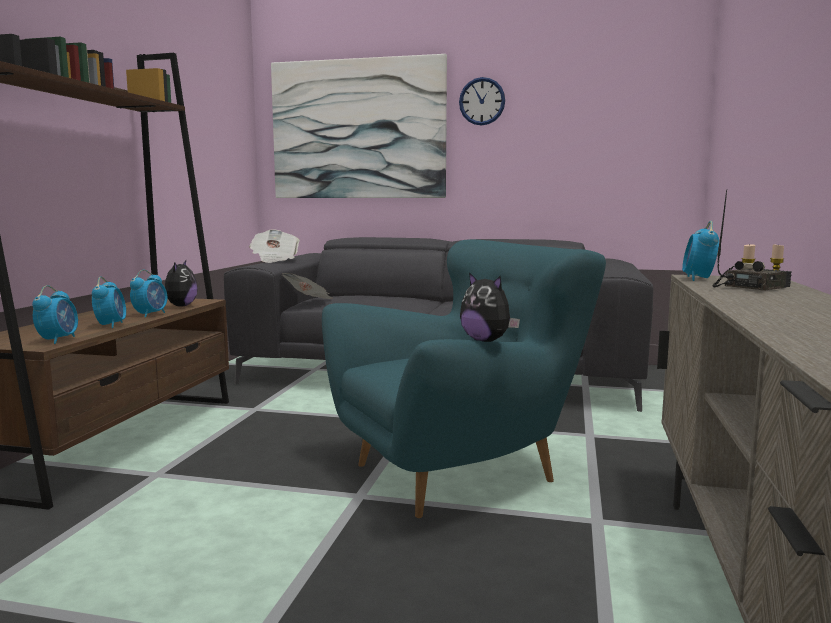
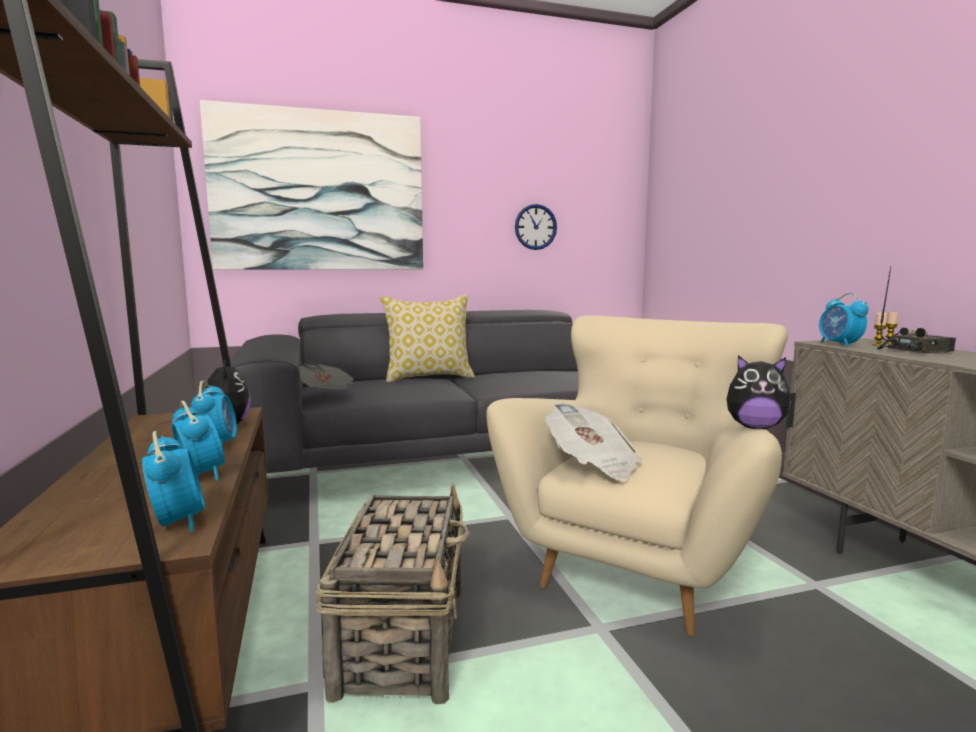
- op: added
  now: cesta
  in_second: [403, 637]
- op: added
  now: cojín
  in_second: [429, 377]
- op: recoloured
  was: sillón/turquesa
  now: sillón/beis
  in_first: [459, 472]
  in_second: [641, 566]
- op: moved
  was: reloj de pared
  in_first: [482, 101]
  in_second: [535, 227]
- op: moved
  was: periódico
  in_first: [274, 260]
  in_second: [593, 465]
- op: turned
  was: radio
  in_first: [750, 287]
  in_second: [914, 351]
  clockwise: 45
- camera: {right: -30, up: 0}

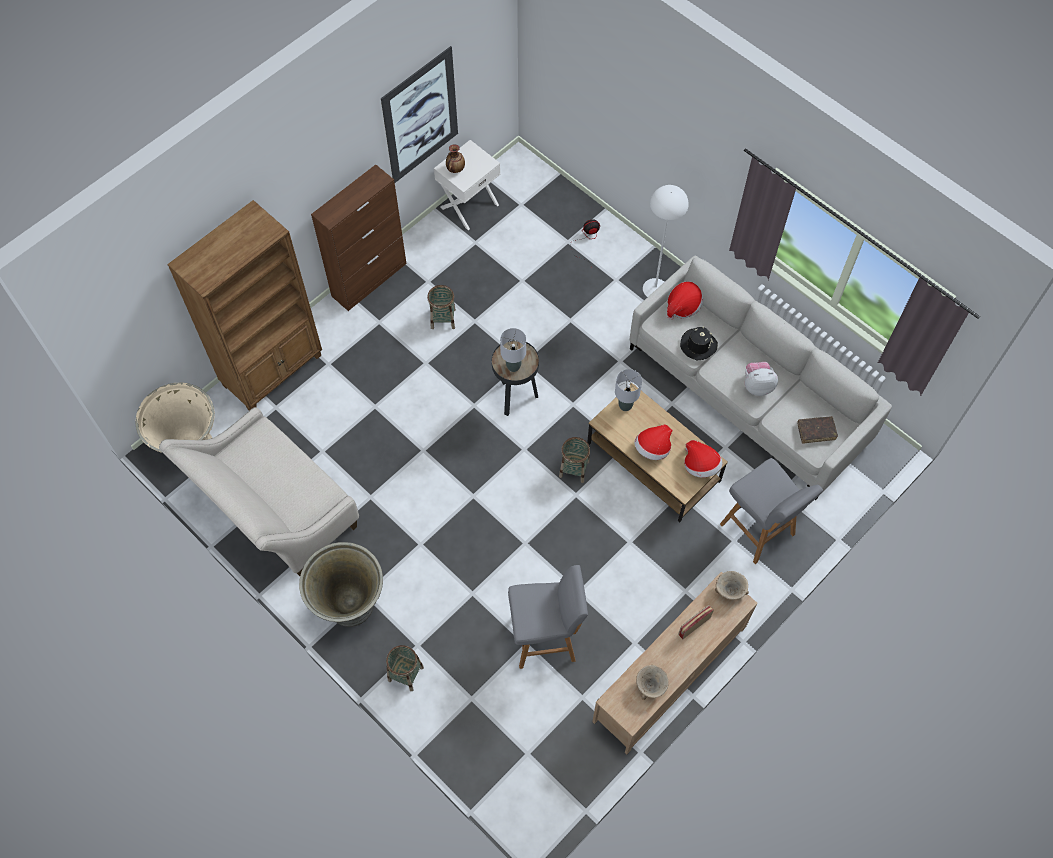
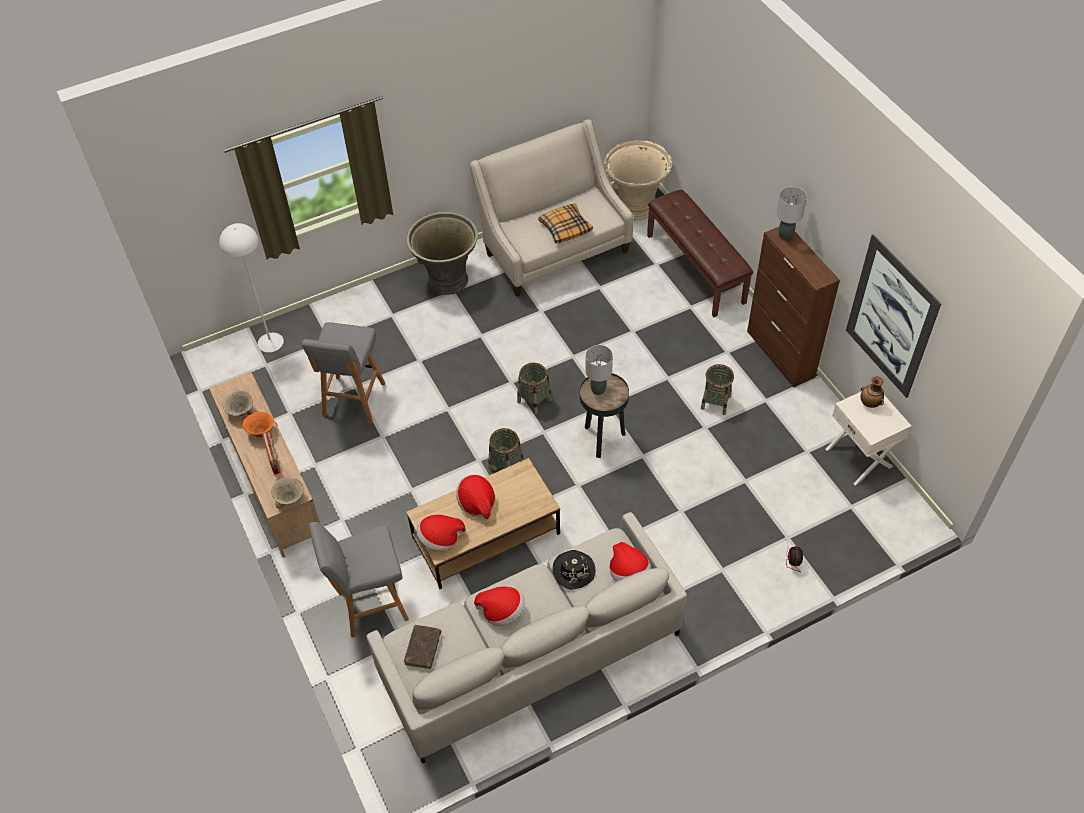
- op: moved
  was: lámpara de pie/blanco
  in_first: [655, 288]
  in_second: [270, 342]
- op: added
  now: cuenco/naranja
  in_second: [261, 432]
- op: replaced
  was: peluche
  now: sombrero
  in_first: [757, 385]
  in_second: [502, 611]
- op: moved
  was: cesta
  in_first: [405, 674]
  in_second: [534, 400]
- op: added
  now: cojín
  in_second: [565, 228]
- op: replaced
  was: estantería/marrón
  now: banco/marrón
  in_first: [273, 370]
  in_second: [696, 268]
- op: moved
  was: lámpara de mesa/gris
  in_first: [625, 405]
  in_second: [785, 235]
- camera: {right: 110, up: -10}

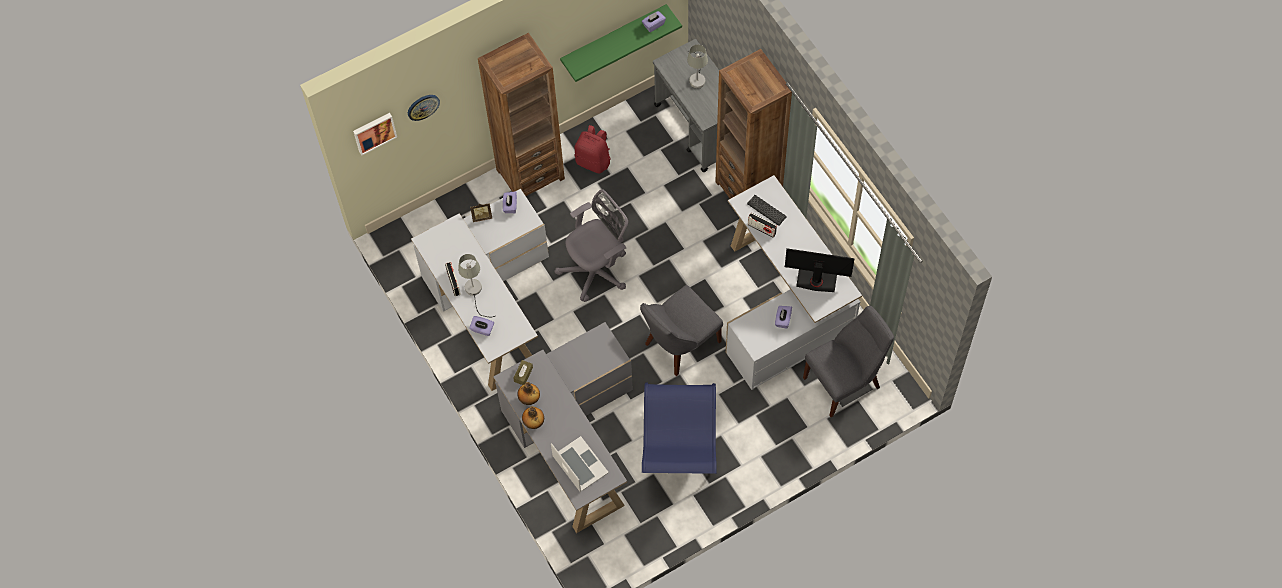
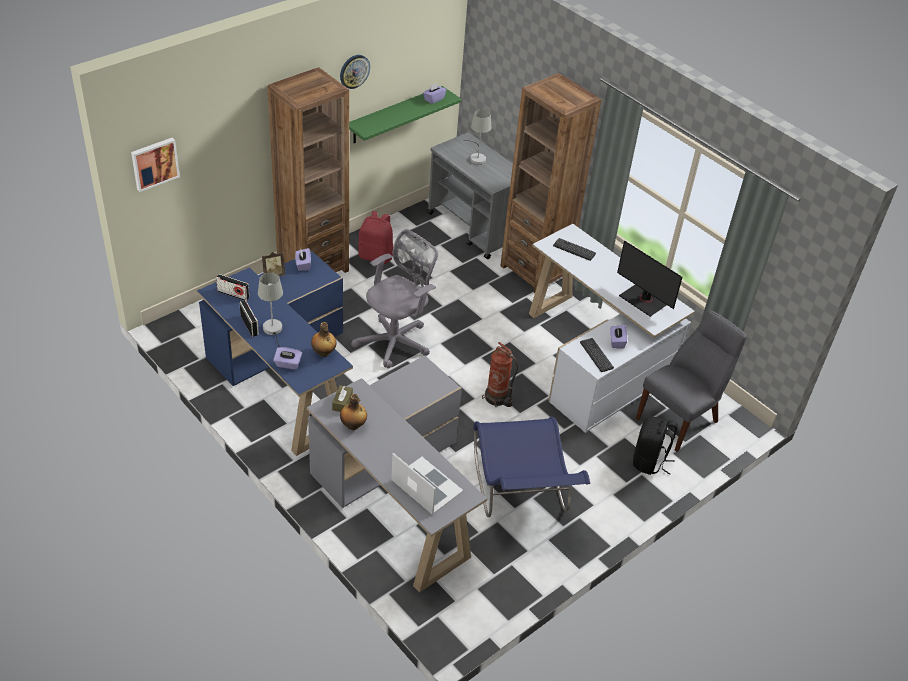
- op: recoloured
  was: escritorio/blanco
  now: escritorio/azul
  in_first: [489, 303]
  in_second: [283, 376]
- op: moved
  was: radio
  in_first: [761, 229]
  in_second: [233, 294]
- op: moved
  was: botella
  in_first: [533, 423]
  in_second: [323, 353]
- op: moved
  was: reloj de pared
  in_first: [423, 106]
  in_second: [354, 71]
- op: replaced
  was: silla/gris
  now: extintor
  in_first: [679, 344]
  in_second: [497, 398]
- op: added
  now: teclado
  in_second: [596, 355]
- op: turned
  was: monitor
  in_first: [816, 279]
  in_second: [643, 300]
  clockwise: -135
- op: added
  now: mochila/negro
  in_second: [649, 461]
- camera: {right: -15, up: -20}

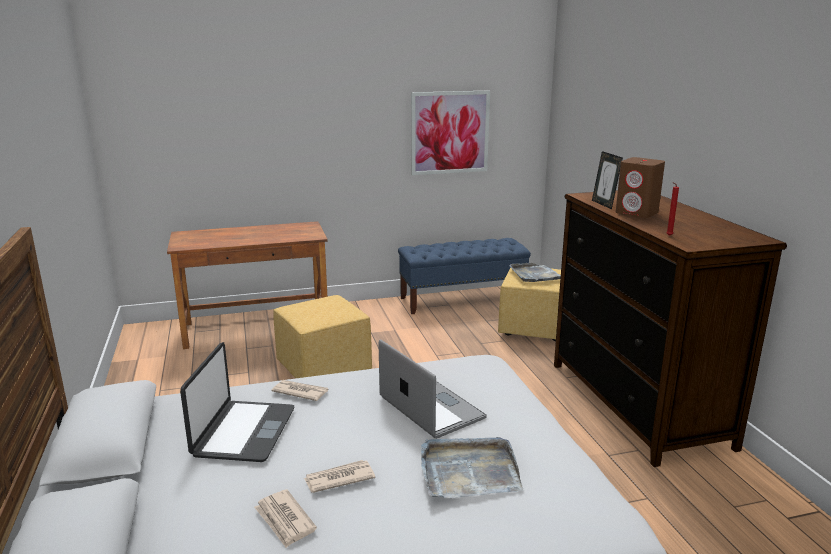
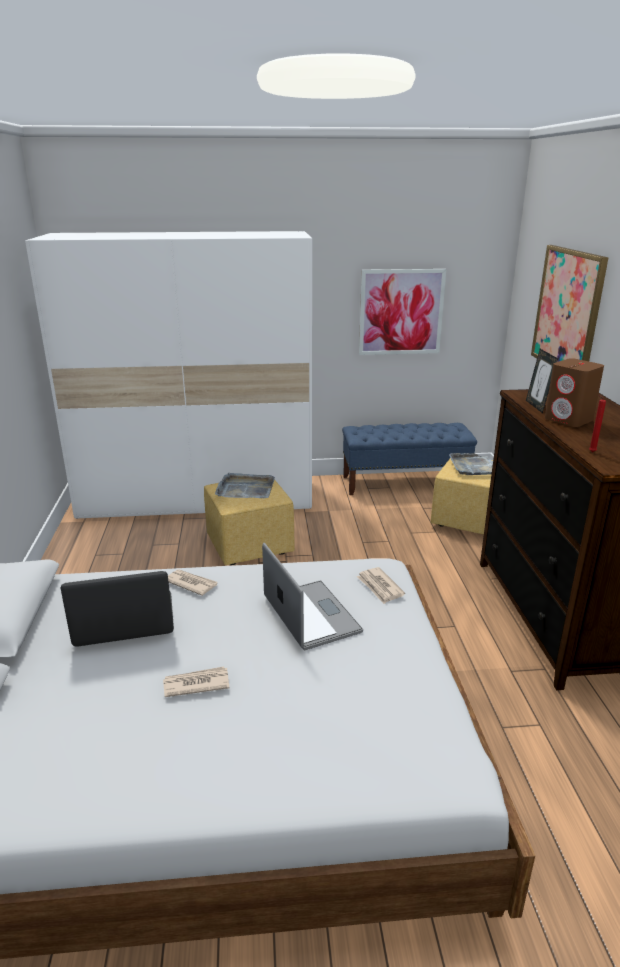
- op: replaced
  was: escritorio/marrón
  now: armario ropero/blanco
  in_first: [256, 328]
  in_second: [198, 498]
- op: turned
  was: portátil
  in_first: [243, 432]
  in_second: [124, 622]
  clockwise: -120
- op: moved
  was: bandeja/gris
  in_first: [468, 471]
  in_second: [245, 489]
- op: moved
  was: periódico
  in_first: [285, 520]
  in_second: [380, 587]
- op: added
  now: cuadro
  in_second: [567, 312]
- camera: {right: 10, up: 5}

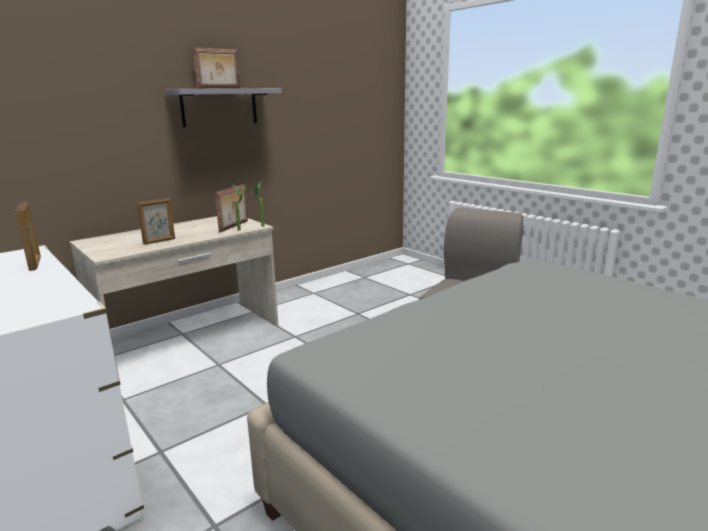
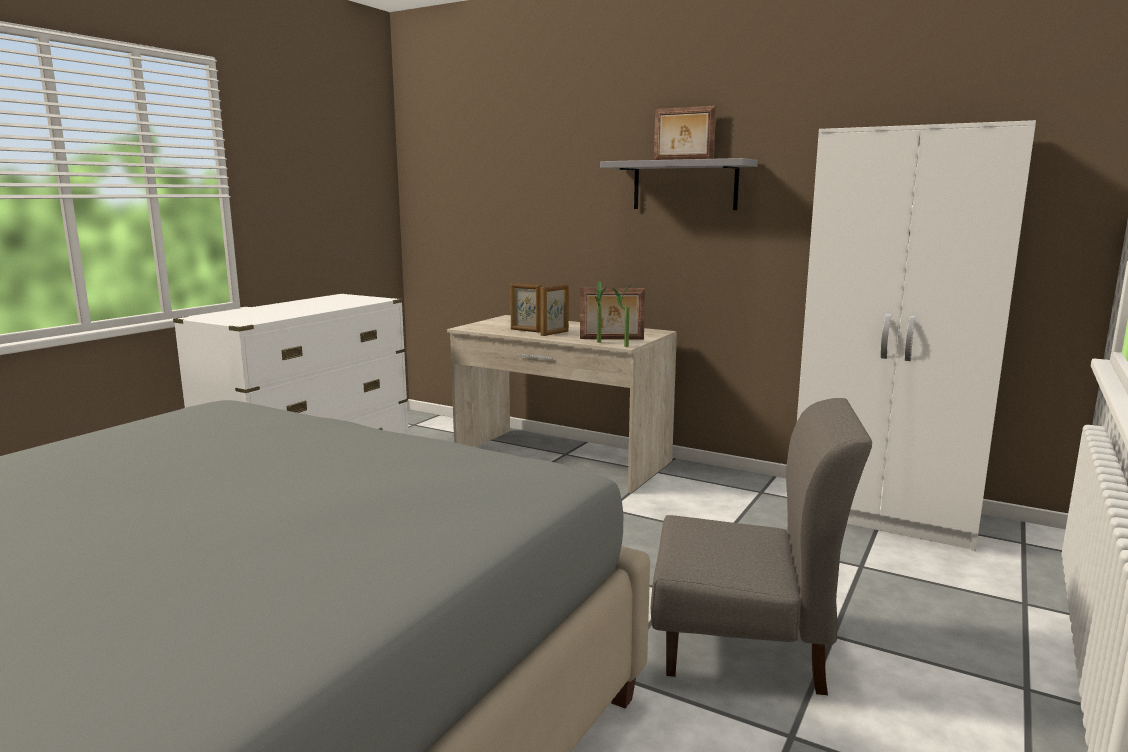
- op: moved
  was: portarretratos
  in_first: [35, 264]
  in_second: [555, 333]
- op: added
  now: armario ropero/blanco
  in_second: [886, 516]
- camera: {right: 70, up: -5}

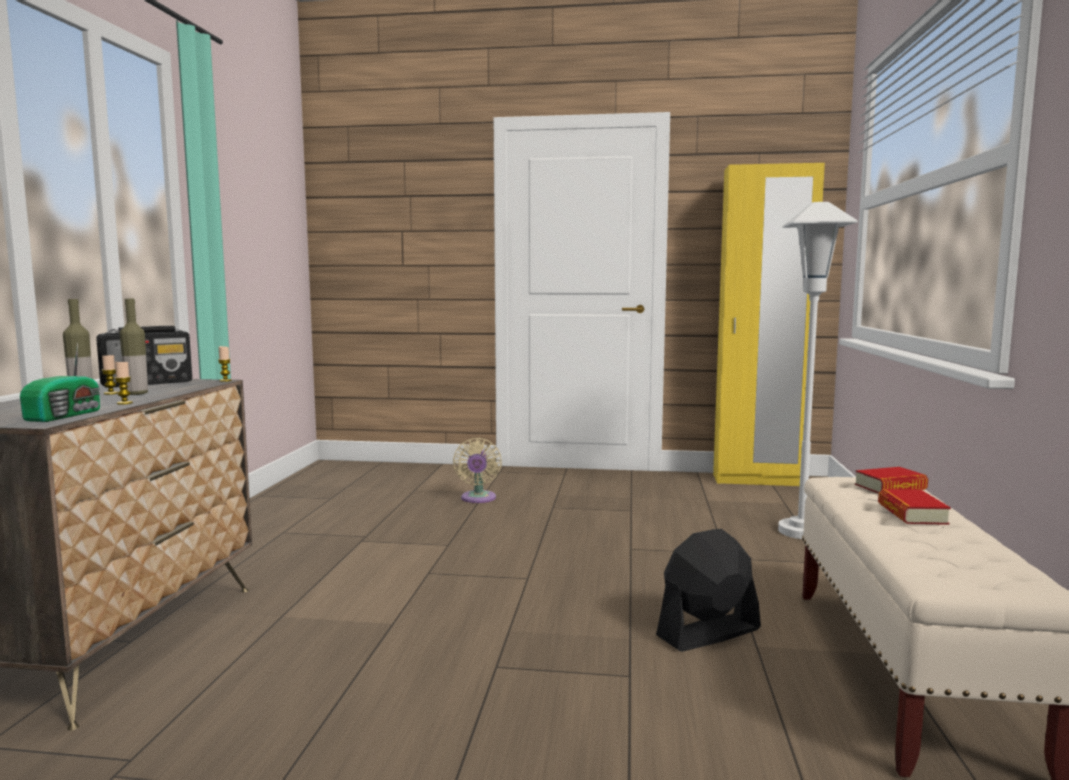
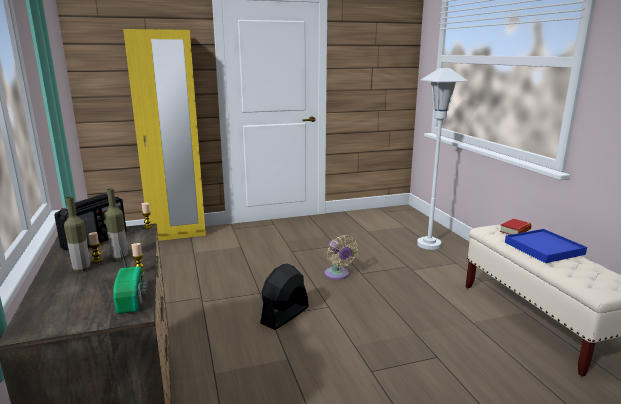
- op: moved
  was: armario ropero/amarillo
  in_first: [758, 480]
  in_second: [177, 235]
- op: moved
  was: ventilador/negro
  in_first: [708, 633]
  in_second: [284, 315]
- op: moved
  was: ventilador/beis
  in_first: [478, 499]
  in_second: [338, 275]
- op: replaced
  was: libro
  now: bandeja/azul
  in_first: [912, 514]
  in_second: [544, 248]
- camera: {right: -25, up: 10}

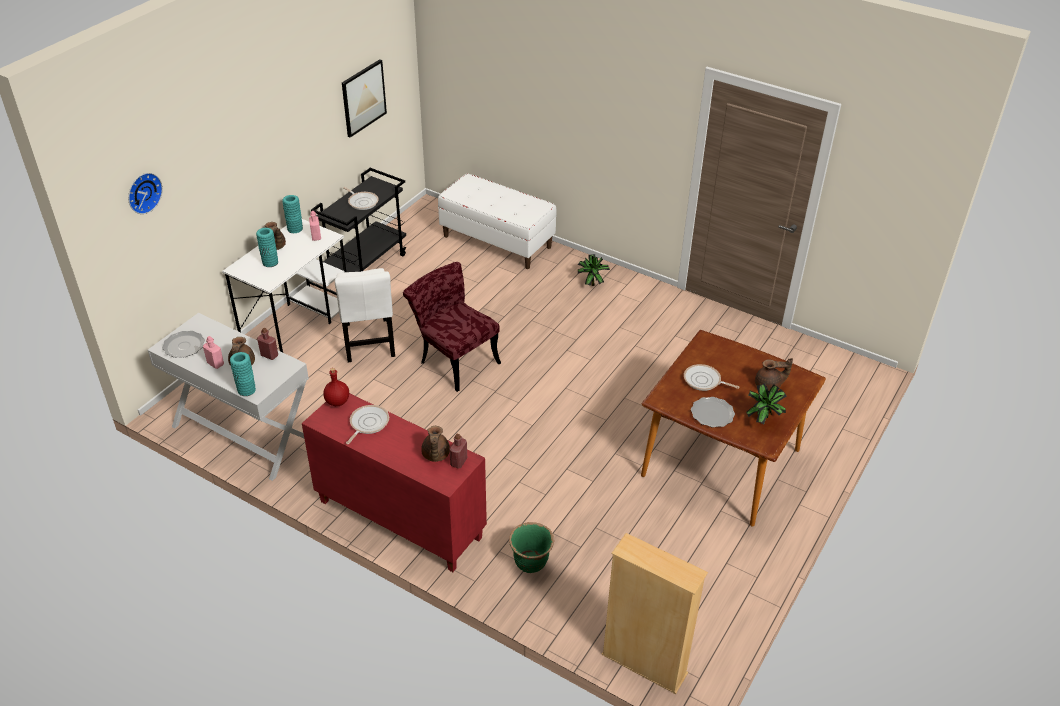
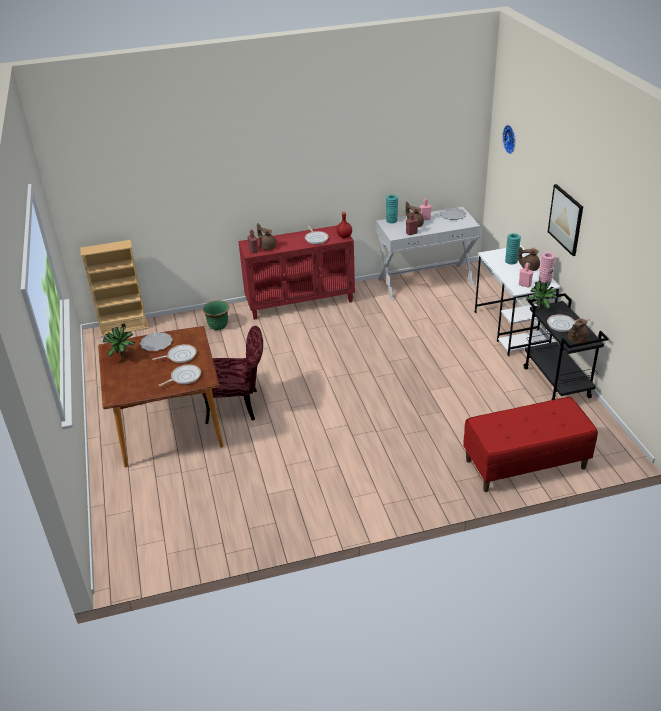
- op: added
  now: sartén
  in_second: [184, 377]
- op: moved
  was: silla/rojo
  in_first: [454, 359]
  in_second: [239, 406]
- op: recoloured
  was: banco/blanco
  now: banco/rojo
  in_first: [497, 241]
  in_second: [525, 464]
- op: moved
  was: planta en maceta
  in_first: [591, 284]
  in_second: [541, 309]
- op: recoloured
  was: florero/turquesa
  now: florero/rosa
  in_first: [295, 229]
  in_second: [545, 281]
- op: moved
  was: cuadro
  in_first: [363, 98]
  in_second: [565, 219]
- op: moved
  was: tetera/marrón
  in_first: [769, 385]
  in_second: [576, 340]
- op: removed
  was: silla/blanco
  in_first: [369, 342]
- camera: {right: 135, up: -5}

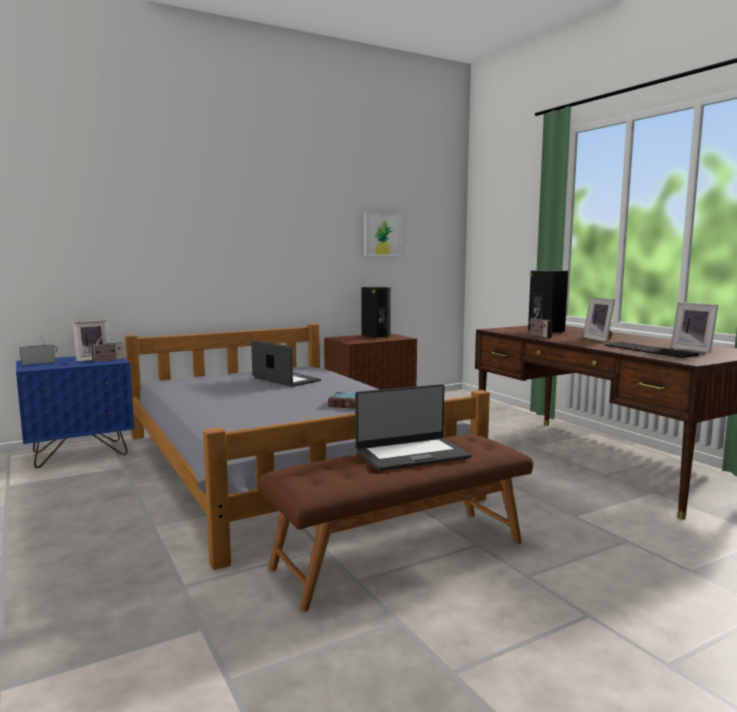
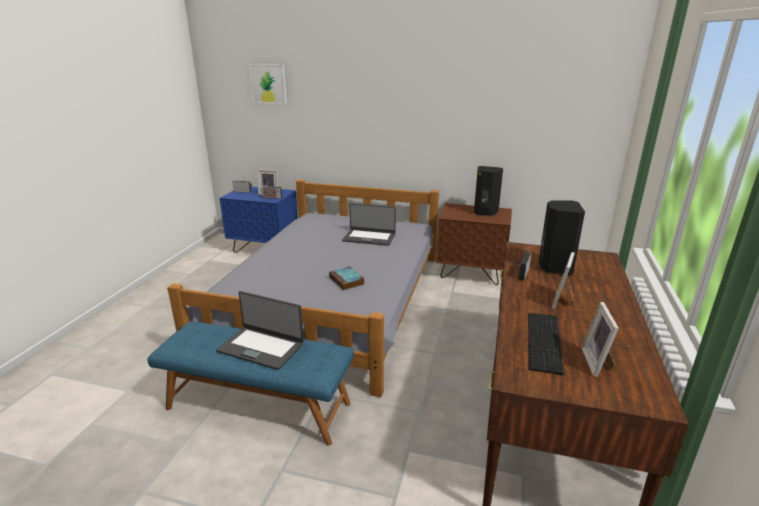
- op: recoloured
  was: banco/marrón
  now: banco/azul
  in_first: [399, 554]
  in_second: [259, 405]
- op: moved
  was: cuadro
  in_first: [382, 235]
  in_second: [268, 84]
- op: turned
  was: portátil
  in_first: [285, 379]
  in_second: [369, 237]
  clockwise: 105
- camera: {right: 45, up: 15}

